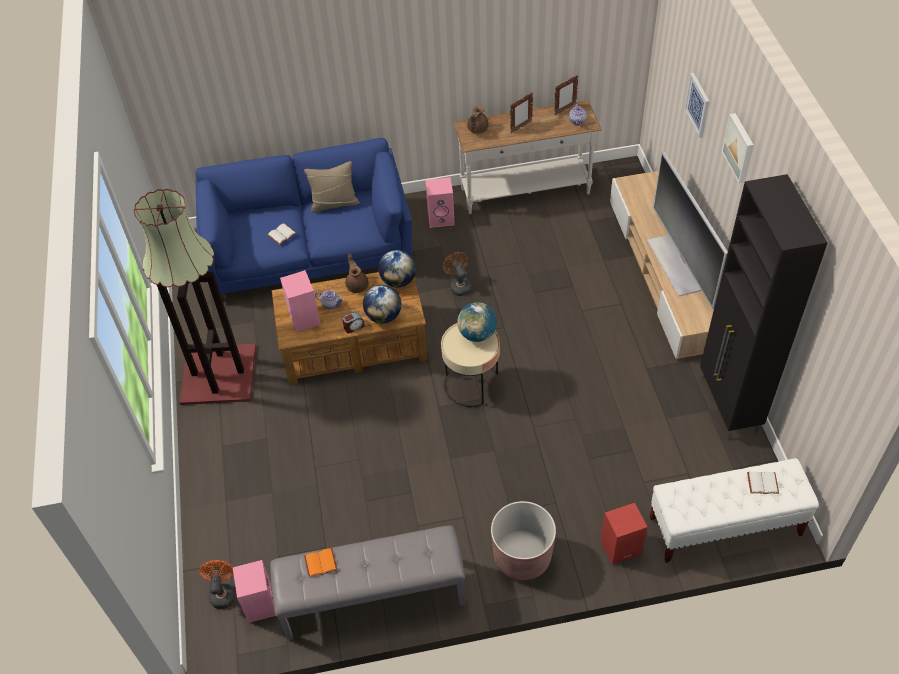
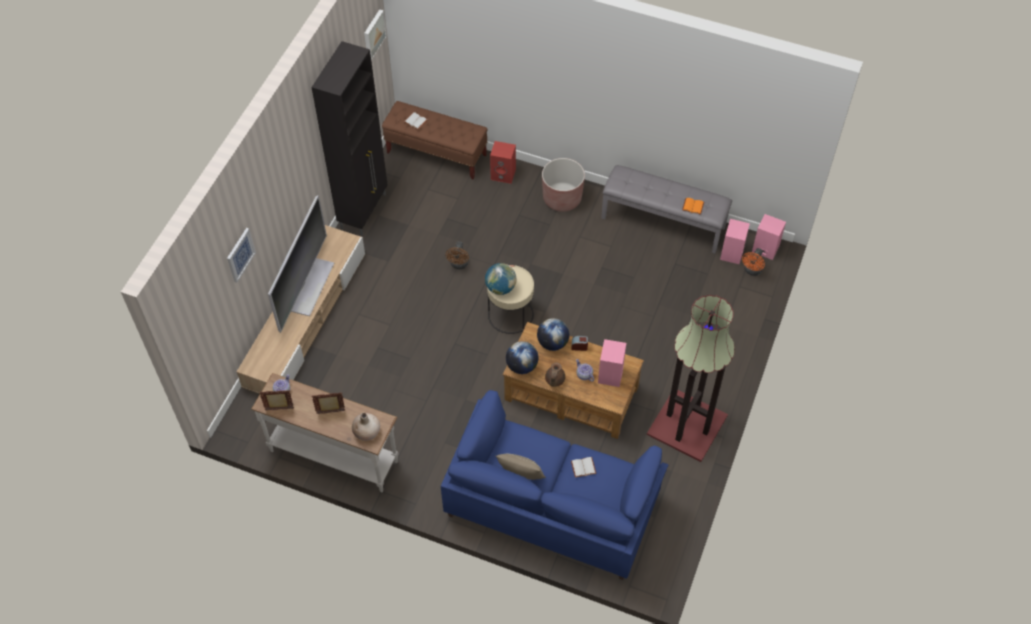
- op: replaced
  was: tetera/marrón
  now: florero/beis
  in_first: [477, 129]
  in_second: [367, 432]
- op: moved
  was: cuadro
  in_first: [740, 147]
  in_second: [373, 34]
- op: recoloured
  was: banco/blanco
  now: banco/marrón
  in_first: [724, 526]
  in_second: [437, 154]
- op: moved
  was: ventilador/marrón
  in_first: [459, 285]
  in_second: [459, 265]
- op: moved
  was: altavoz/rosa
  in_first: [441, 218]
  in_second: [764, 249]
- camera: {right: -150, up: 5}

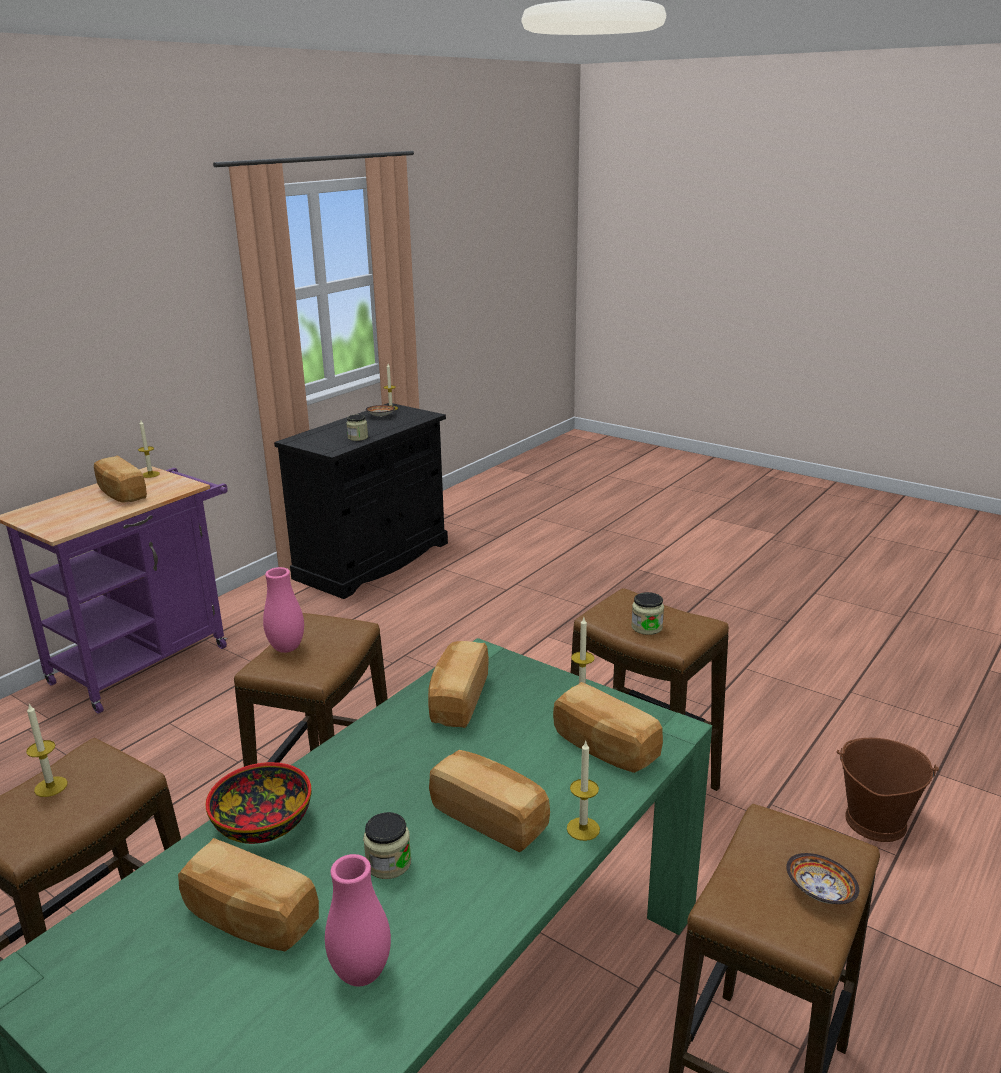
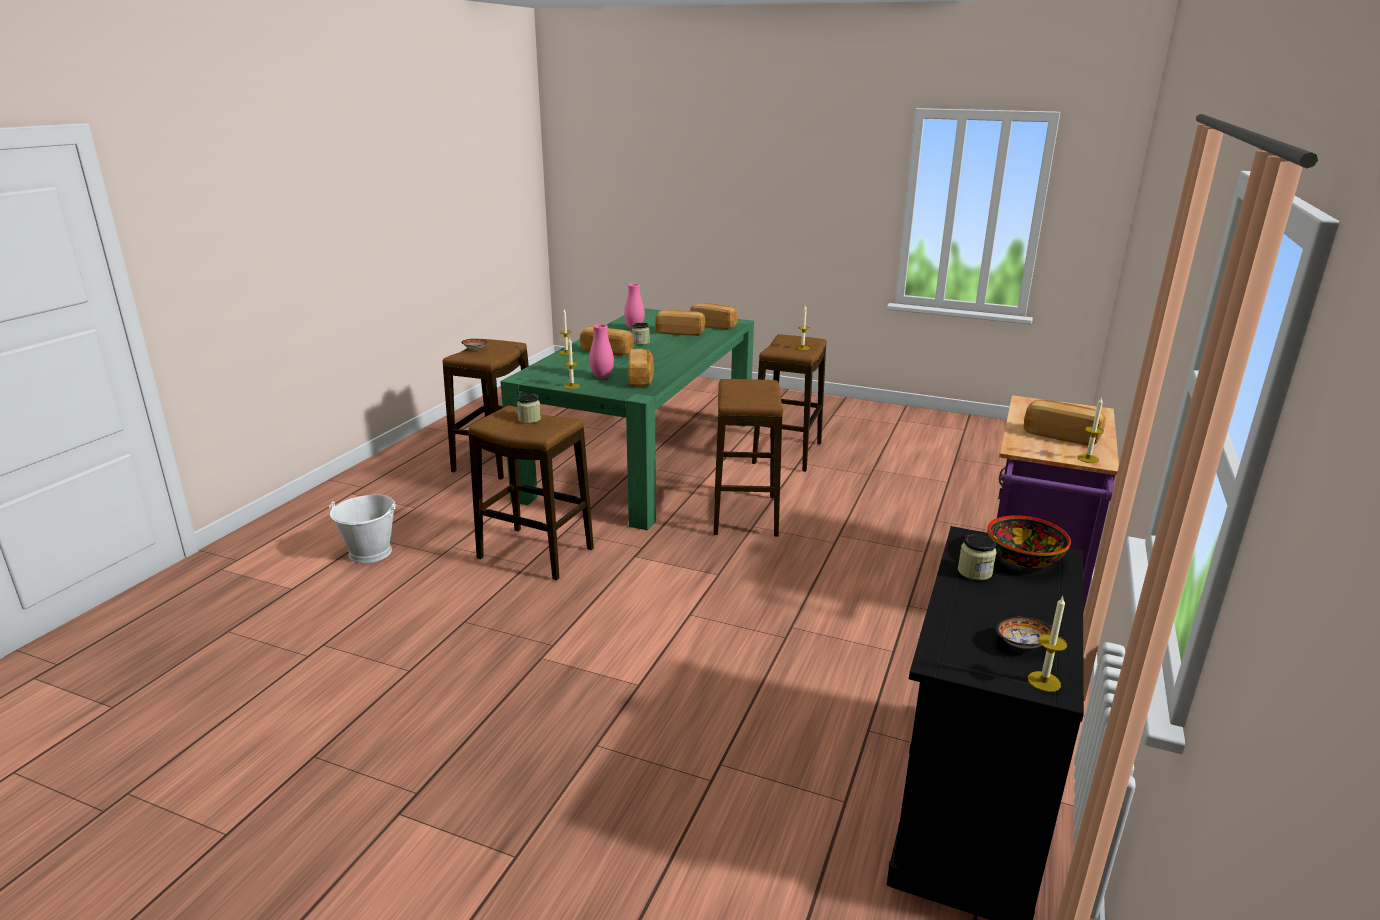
- op: recoloured
  was: cubo/marrón
  now: cubo/blanco
  in_first: [874, 821]
  in_second: [371, 553]
- op: moved
  was: florero/rosa
  in_first: [286, 648]
  in_second: [602, 377]
- op: moved
  was: pan
  in_first: [604, 748]
  in_second: [714, 325]
- op: moved
  was: cuenco
  in_first: [263, 823]
  in_second: [1024, 559]
- camera: {right: 165, up: 0}

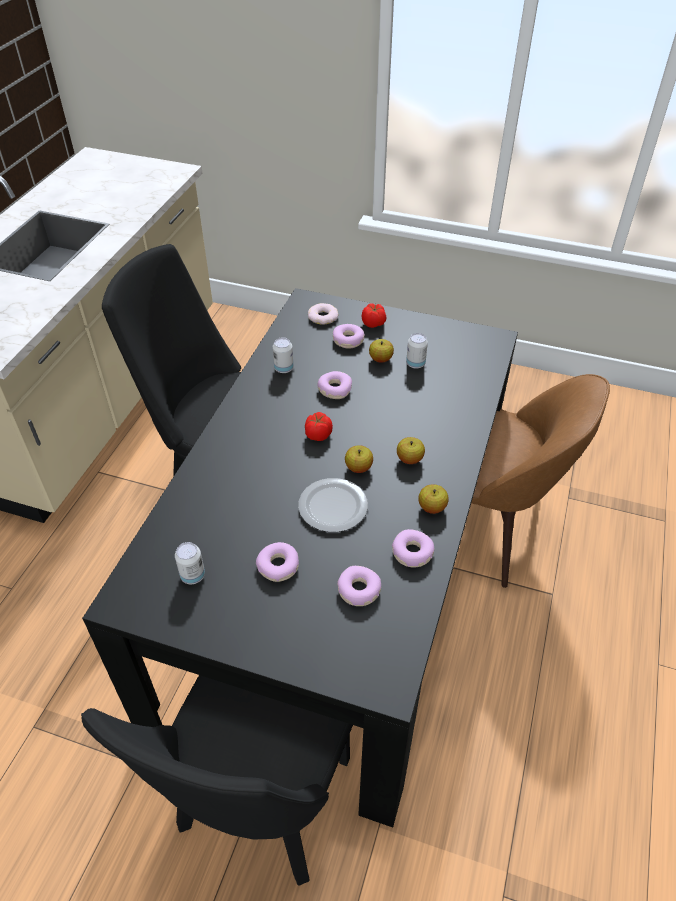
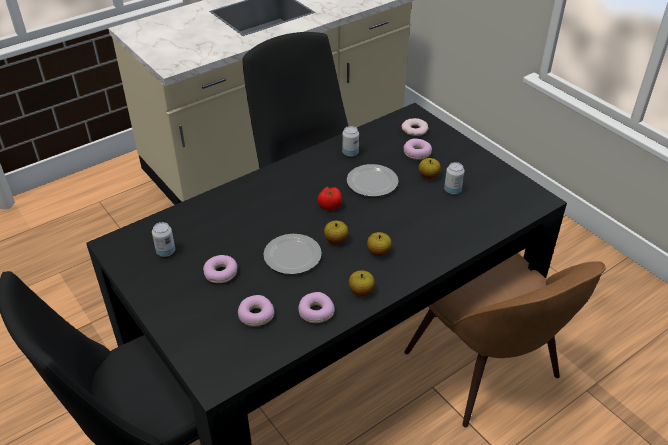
- op: replaced
  was: rosquilla
  now: plato
  in_first: [334, 389]
  in_second: [372, 182]
- op: removed
  was: tomate
  in_first: [374, 323]
- camera: {right: 35, up: -5}

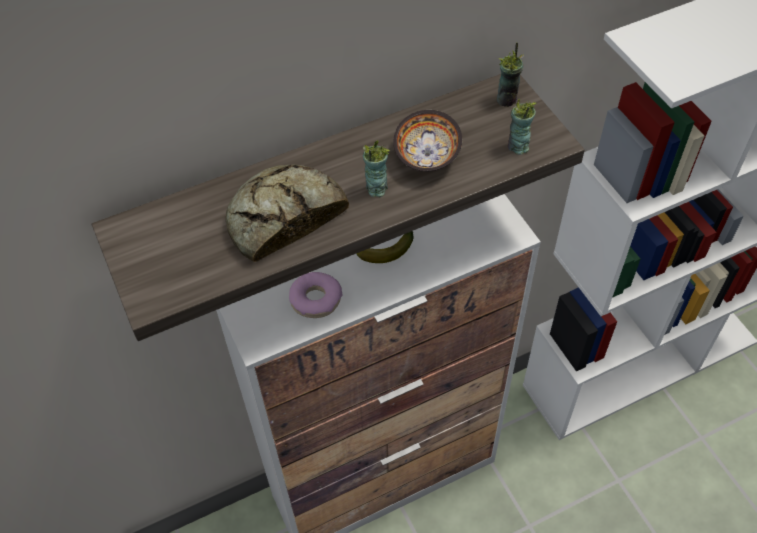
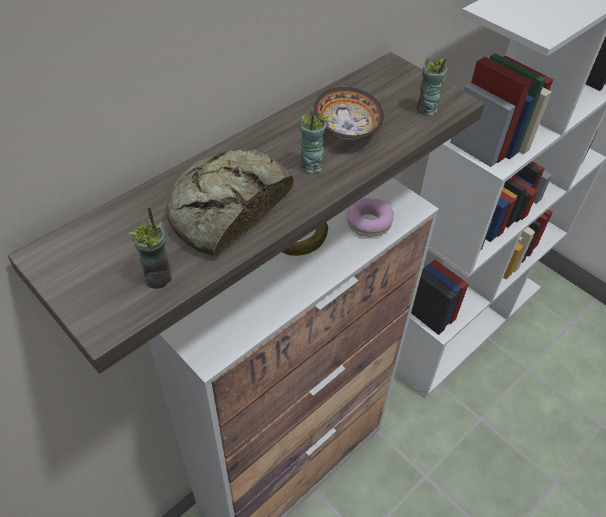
- op: moved
  was: taza
  in_first: [507, 99]
  in_second: [159, 278]
- op: moved
  was: rosquilla
  in_first: [316, 300]
  in_second: [369, 222]
- camera: {right: -20, up: -5}

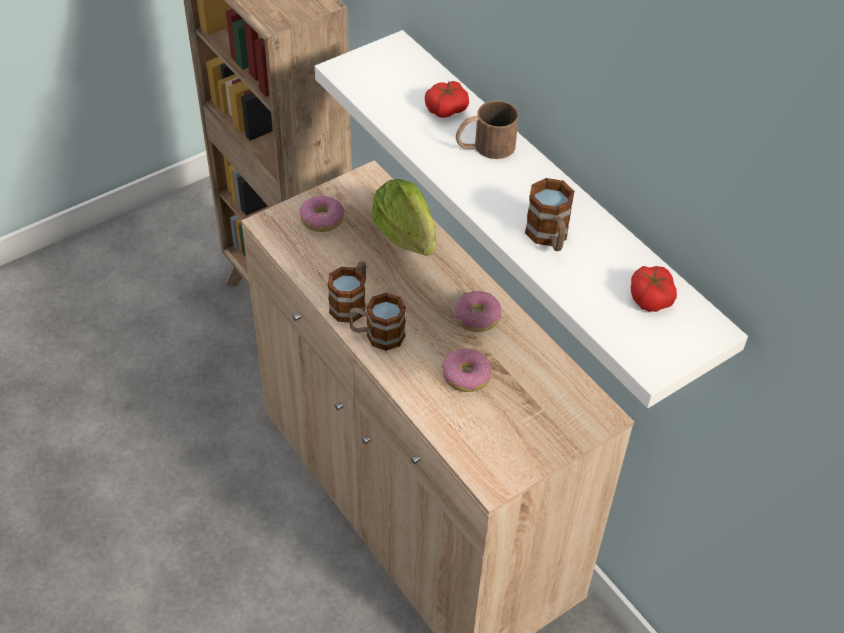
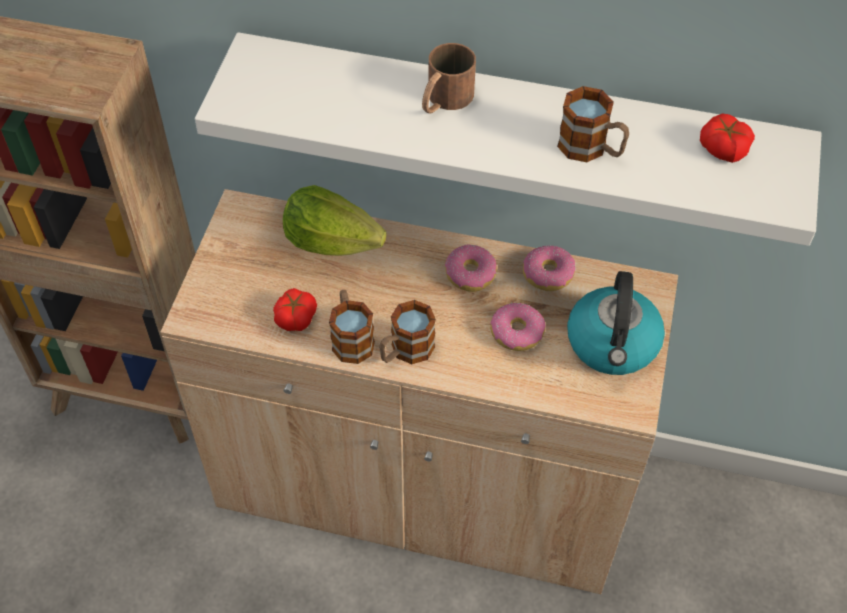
- op: moved
  was: tomate
  in_first: [446, 109]
  in_second: [295, 317]
- op: moved
  was: rosquilla
  in_first: [322, 219]
  in_second: [548, 274]
- op: added
  now: hervidor
  in_second: [613, 344]
- camera: {right: -40, up: 5}

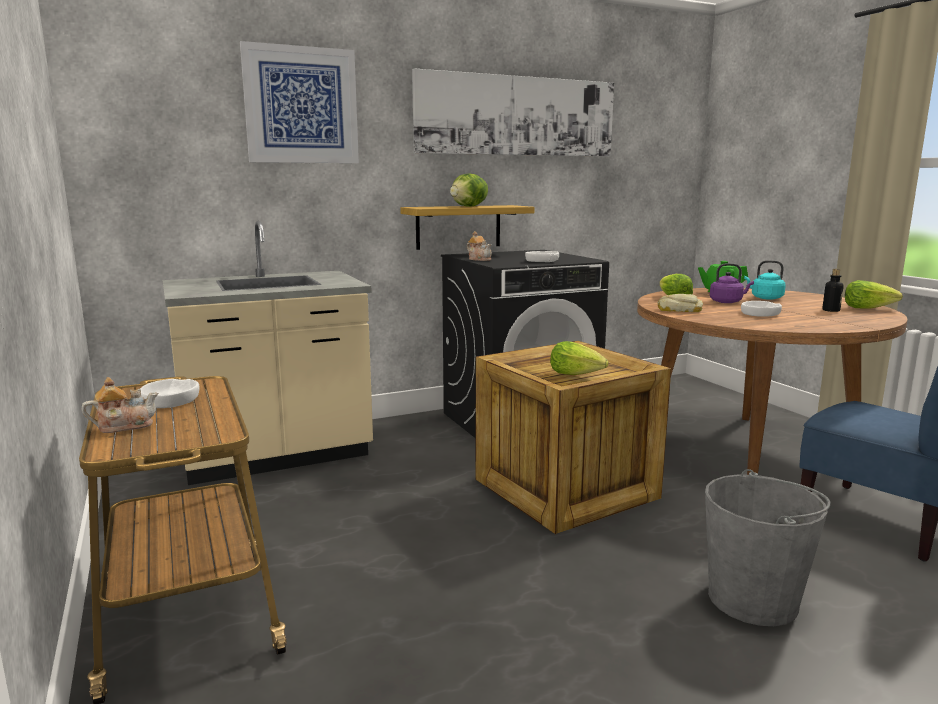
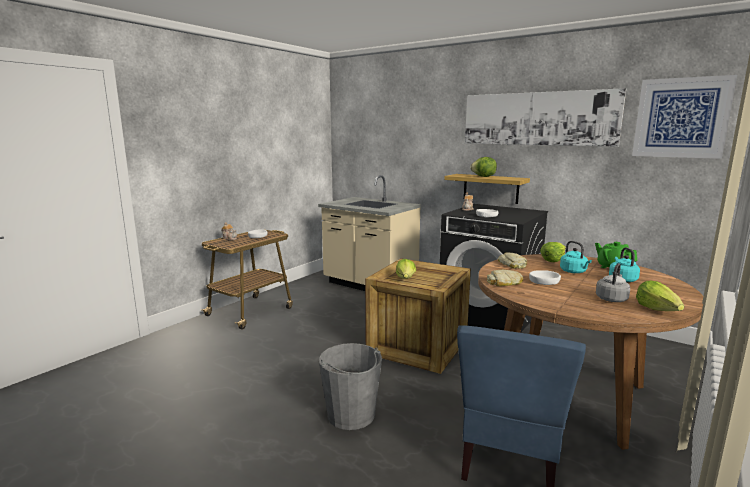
- op: added
  now: pan
  in_second: [505, 283]
- op: recoloured
  was: hervidor/morado
  now: hervidor/turquesa
  in_first: [727, 302]
  in_second: [574, 272]
- op: replaced
  was: botella
  now: hervidor/gris
  in_first: [831, 310]
  in_second: [611, 299]
- op: moved
  was: cuadro
  in_first: [301, 105]
  in_second: [681, 118]
- camera: {right: 60, up: 0}

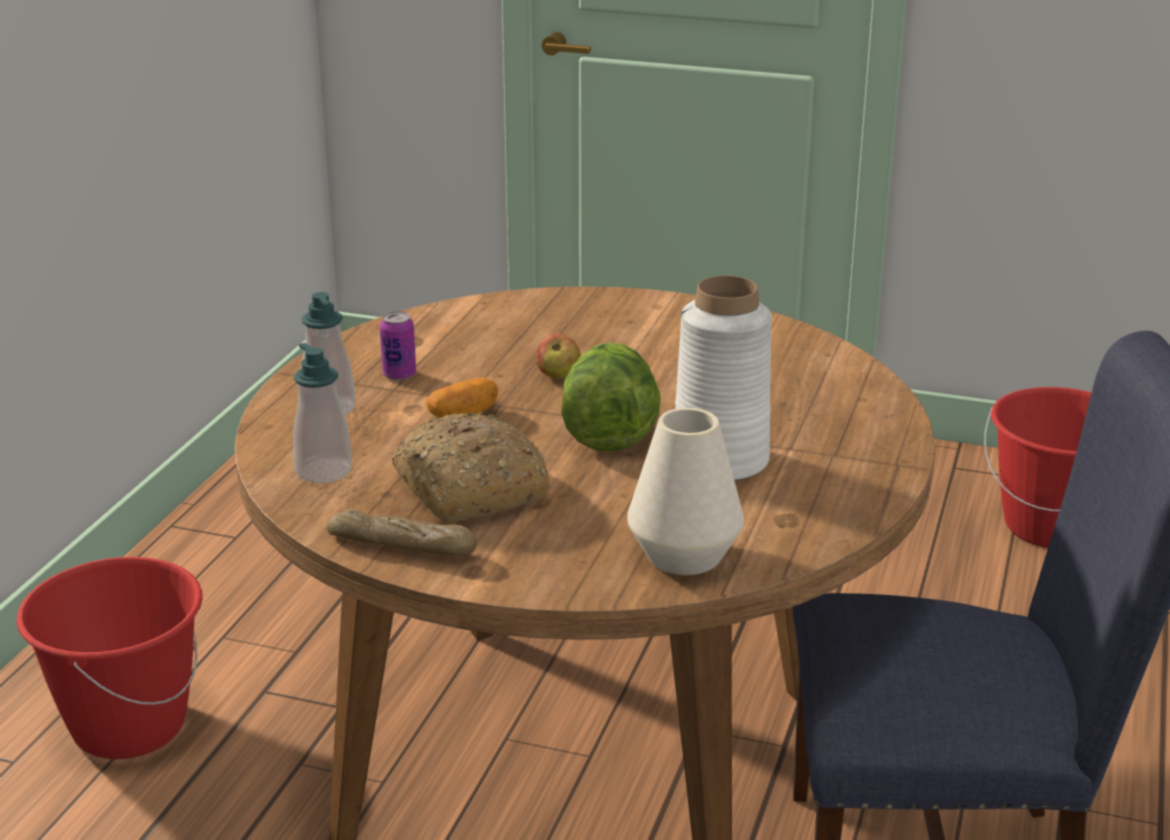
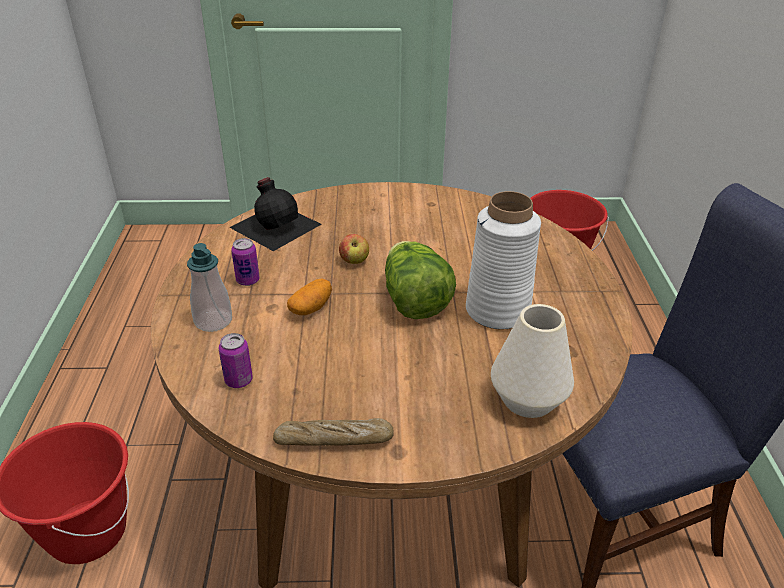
- op: replaced
  was: dispensador de jabón
  now: lata
  in_first: [323, 471]
  in_second: [238, 380]
- op: added
  now: botella/negro
  in_second: [275, 224]
- op: removed
  was: pan
  in_first: [468, 488]
- camera: {right: -20, up: 10}

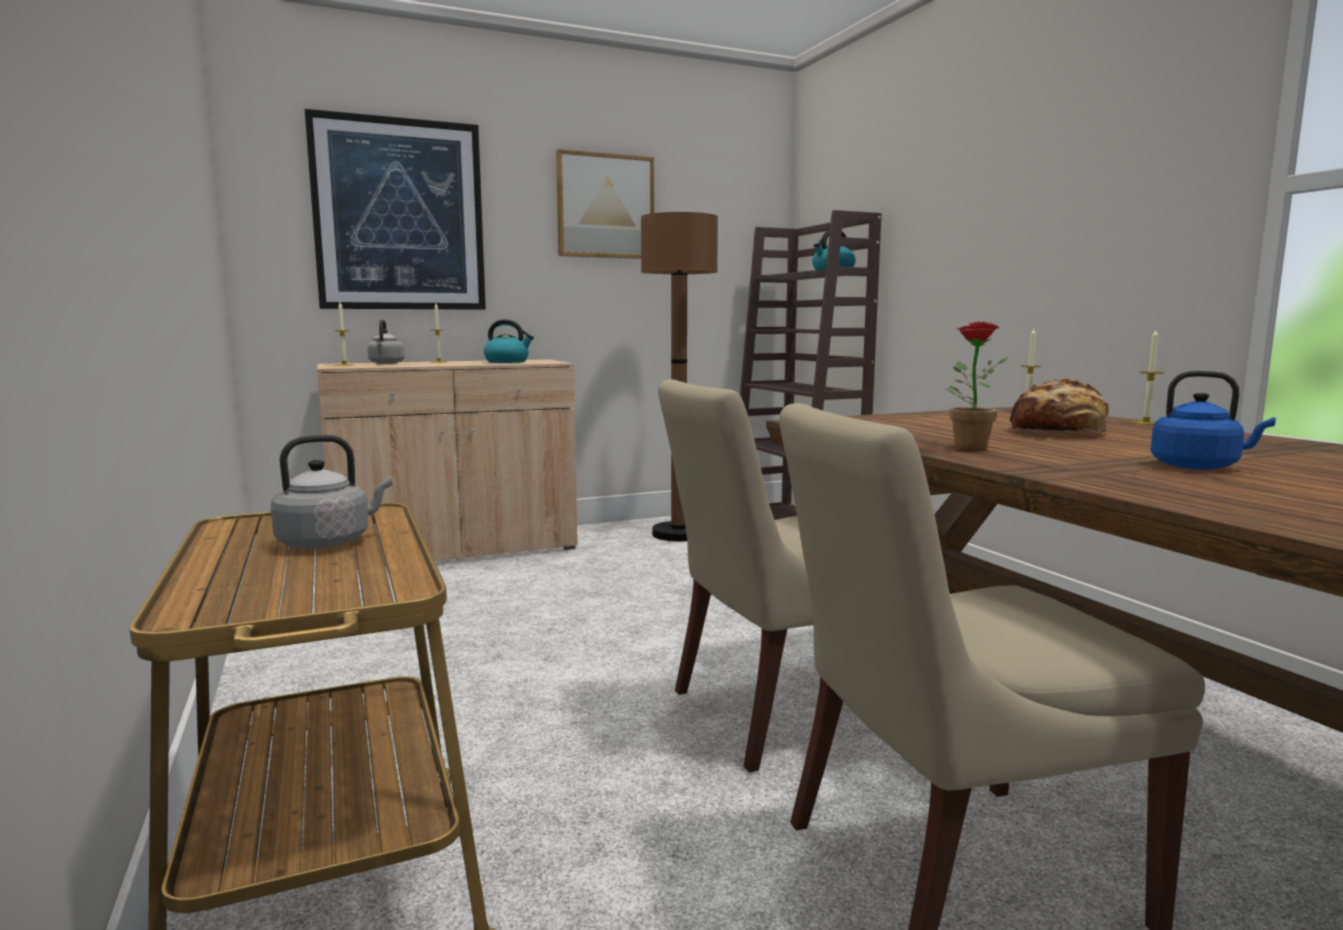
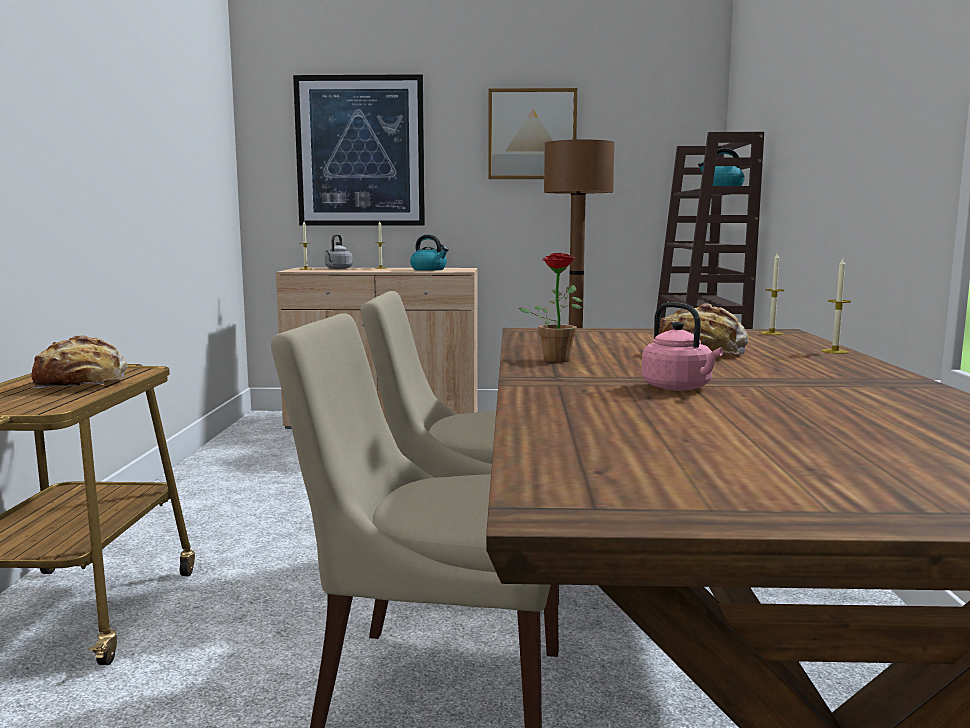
- op: replaced
  was: hervidor/gris
  now: pan
  in_first: [329, 542]
  in_second: [81, 384]
- op: recoloured
  was: hervidor/azul
  now: hervidor/rosa
  in_first: [1199, 467]
  in_second: [679, 388]
- camera: {right: 25, up: 0}

